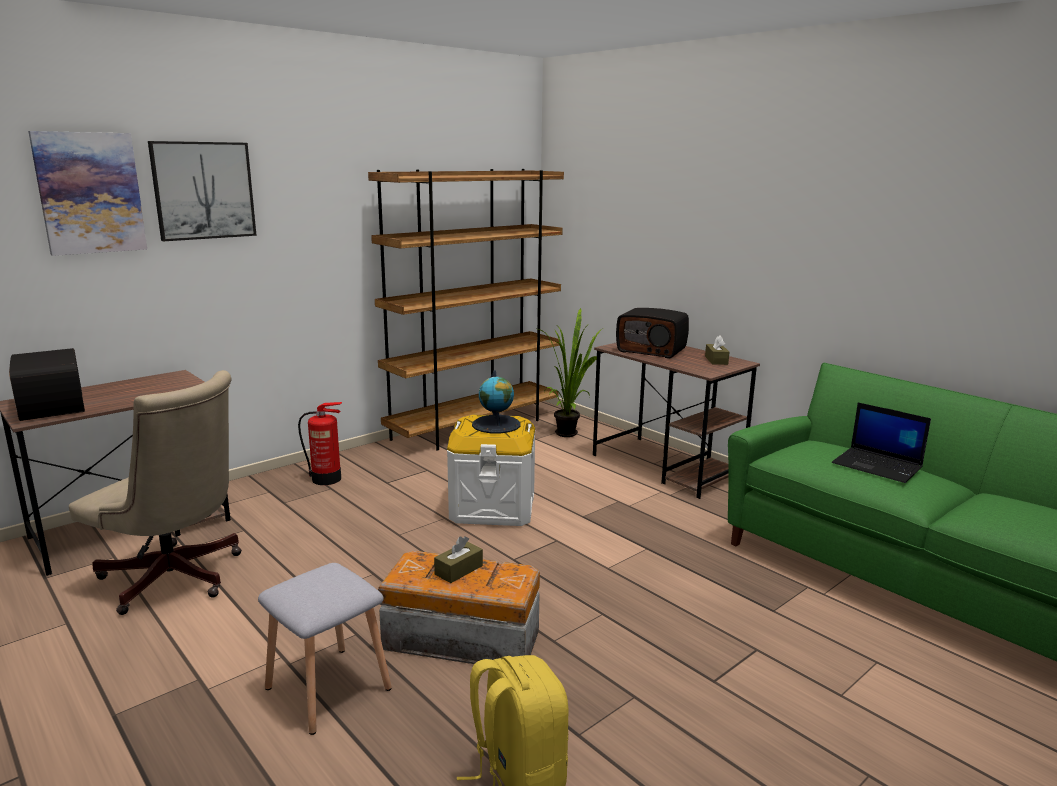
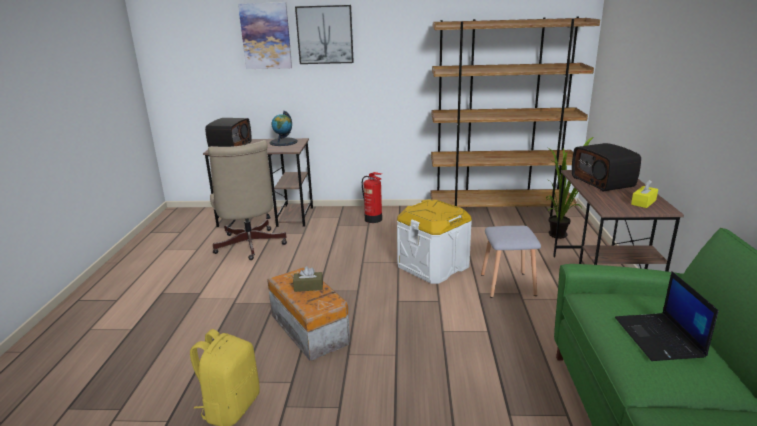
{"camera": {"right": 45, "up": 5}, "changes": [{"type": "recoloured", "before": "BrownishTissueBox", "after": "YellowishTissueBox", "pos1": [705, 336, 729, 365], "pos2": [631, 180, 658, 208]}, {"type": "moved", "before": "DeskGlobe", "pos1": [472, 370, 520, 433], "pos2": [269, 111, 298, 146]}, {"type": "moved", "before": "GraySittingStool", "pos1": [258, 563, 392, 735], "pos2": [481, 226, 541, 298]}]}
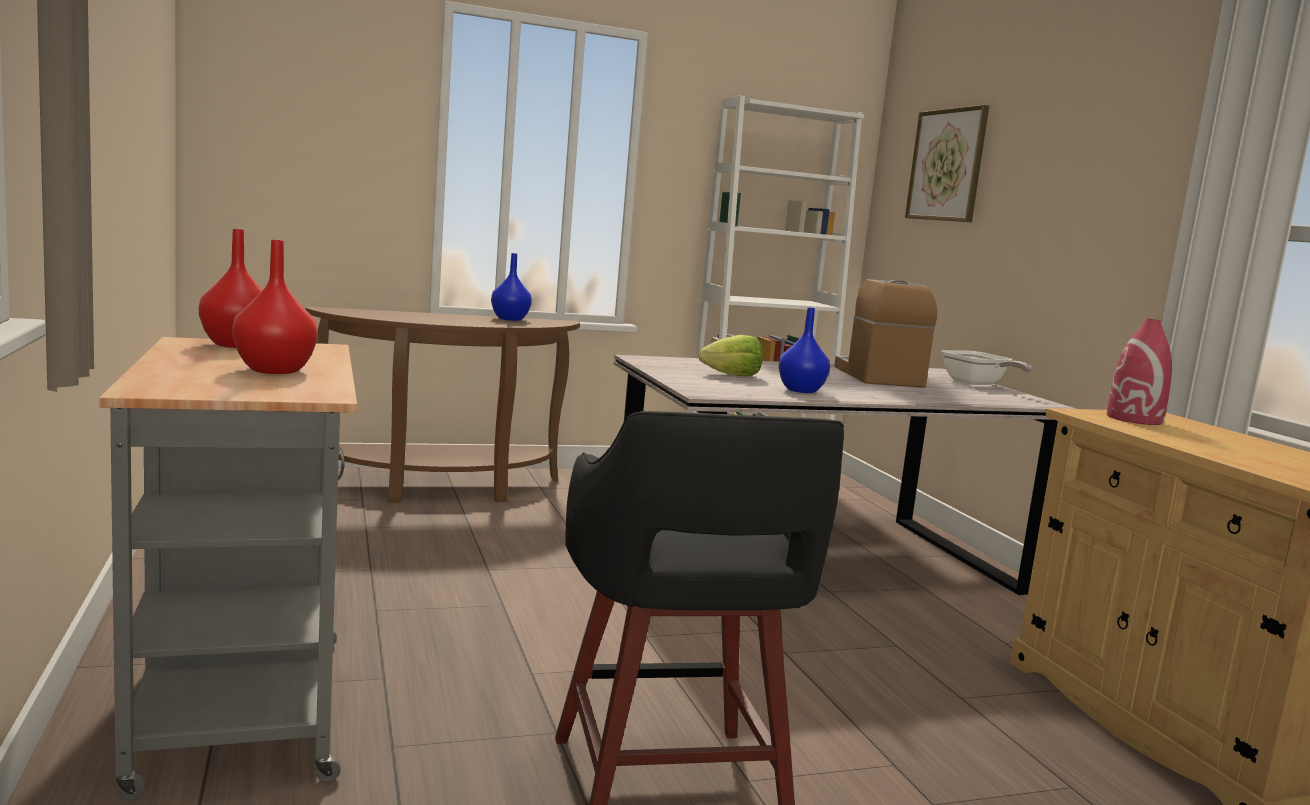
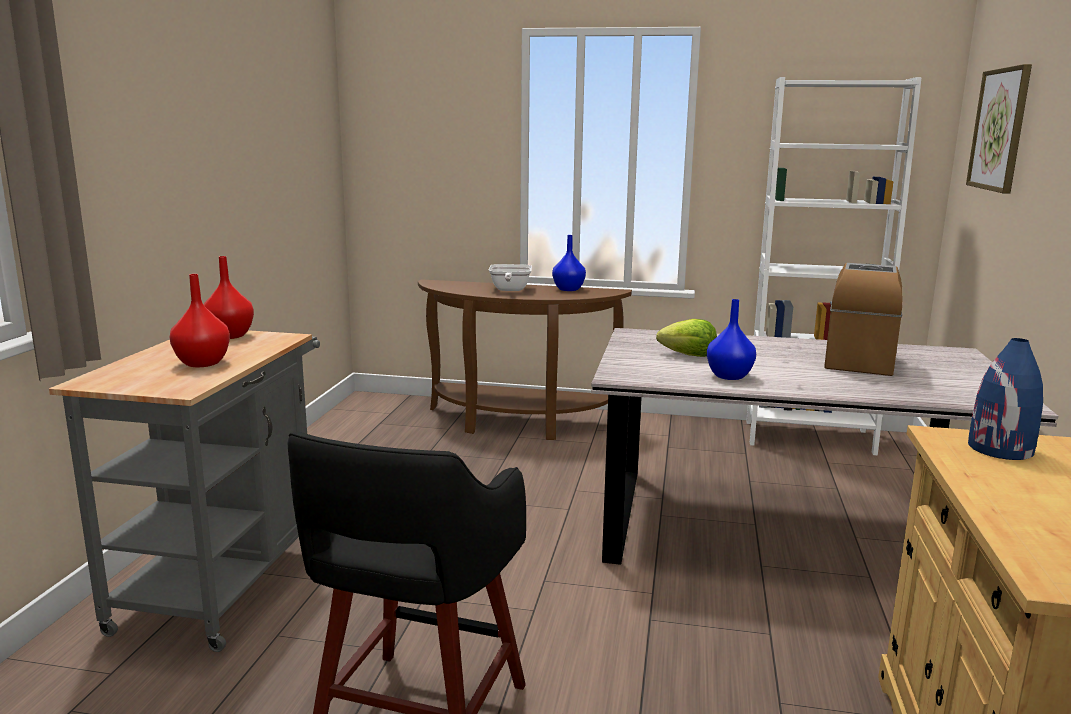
{"camera": {"right": 30, "up": 5}, "changes": [{"type": "recoloured", "before": "RedColouredFlowerVase", "after": "BlueFlowerVase", "pos1": [1107, 319, 1172, 425], "pos2": [968, 338, 1043, 460]}, {"type": "moved", "before": "Skillet", "pos1": [941, 350, 1032, 385], "pos2": [489, 264, 532, 291]}]}
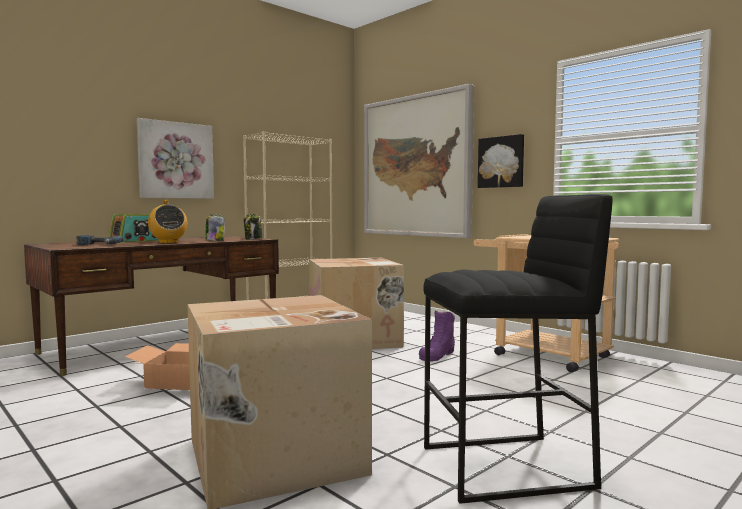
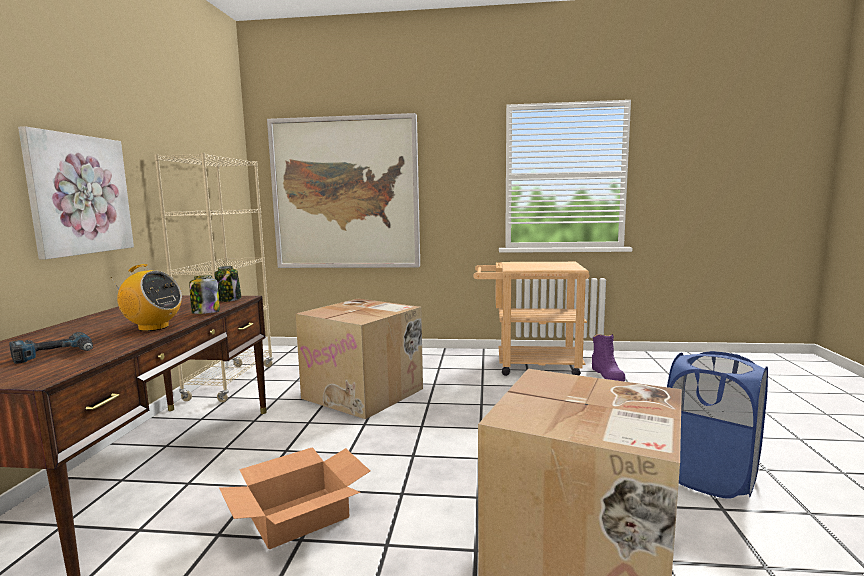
{"camera": {"right": -40, "up": 5}, "changes": [{"type": "removed", "before": "Picture", "pos1": [478, 134, 524, 188]}, {"type": "replaced", "before": "BlackishSittingStool", "after": "BlueLaundryBasket", "pos1": [423, 194, 612, 504], "pos2": [667, 351, 768, 499]}, {"type": "removed", "before": "RadioSet", "pos1": [109, 214, 159, 243]}, {"type": "moved", "before": "PurpleColouredHighTopBoot", "pos1": [419, 311, 455, 361], "pos2": [592, 334, 625, 381]}]}
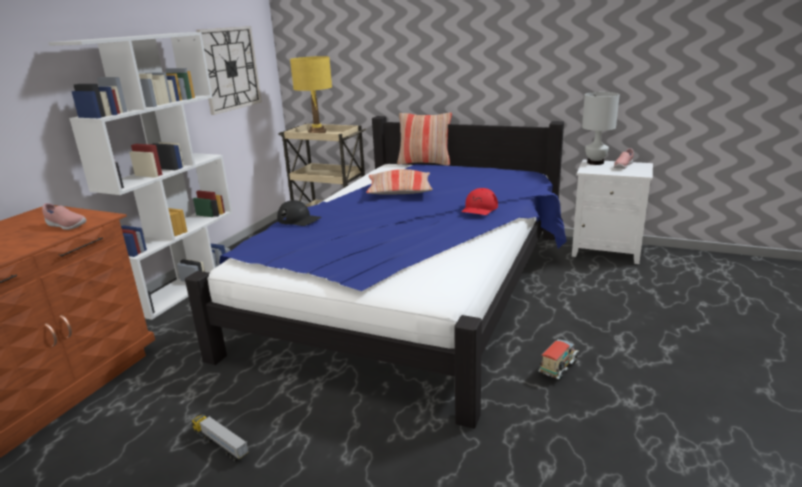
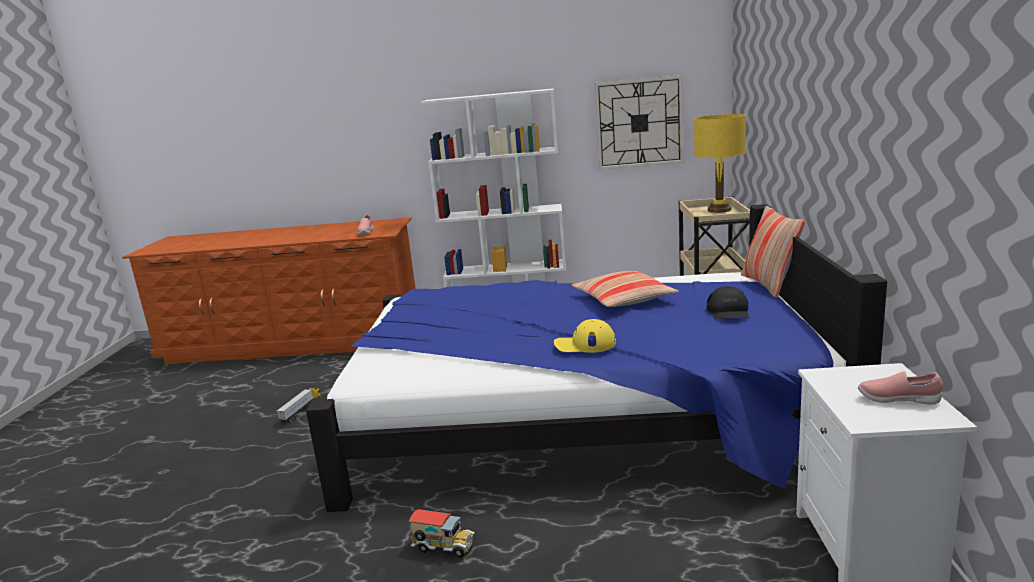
{"camera": {"right": 70, "up": -5}, "changes": [{"type": "removed", "before": "WhiteLampForATable", "pos1": [582, 92, 620, 165]}, {"type": "recoloured", "before": "RedColouredBaseballCap", "after": "YellowishBaseballCap", "pos1": [461, 188, 498, 215], "pos2": [554, 319, 616, 353]}, {"type": "moved", "before": "BlackishBaseballCap", "pos1": [277, 200, 321, 226], "pos2": [707, 286, 749, 319]}]}
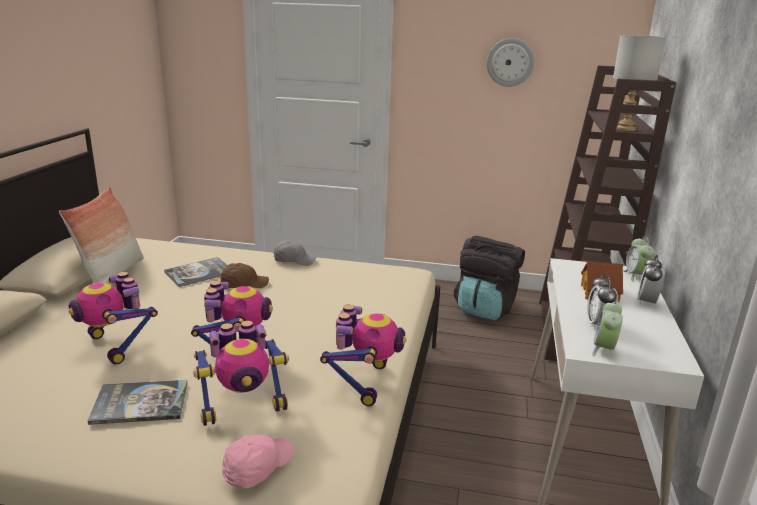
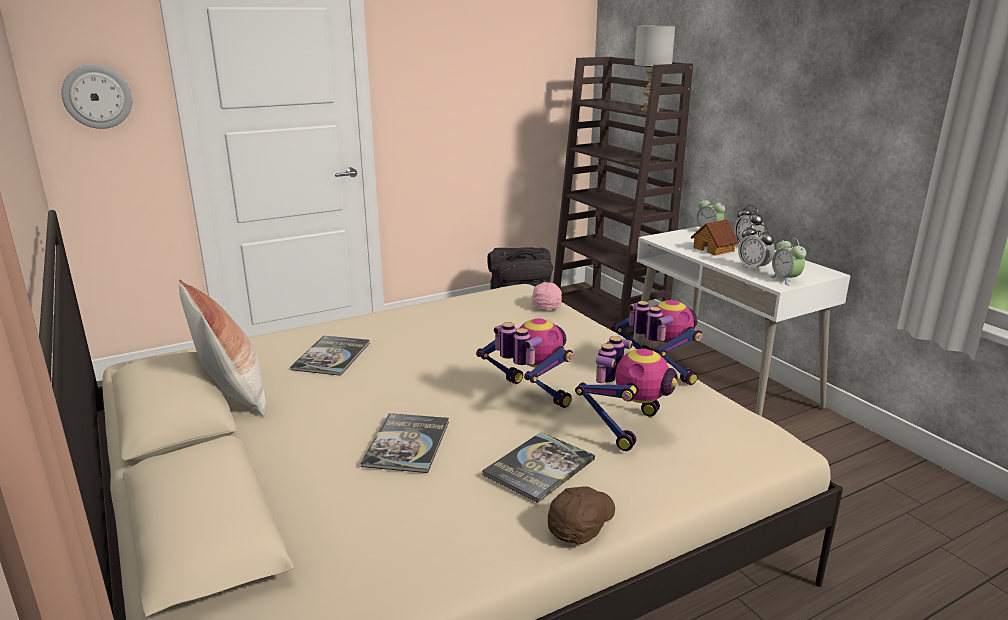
{"camera": {"right": -40, "up": 0}, "changes": [{"type": "moved", "before": "ClockOnTheWall", "pos1": [487, 38, 535, 87], "pos2": [61, 65, 132, 129]}, {"type": "removed", "before": "GrayBaseballCap", "pos1": [273, 240, 316, 266]}, {"type": "moved", "before": "BrownishBaseballCap", "pos1": [220, 263, 269, 288], "pos2": [548, 486, 615, 544]}, {"type": "replaced", "before": "RobotFigure", "after": "Volume", "pos1": [69, 272, 158, 365], "pos2": [361, 413, 449, 473]}, {"type": "moved", "before": "PinkBaseballCap", "pos1": [222, 435, 294, 489], "pos2": [532, 282, 562, 309]}]}
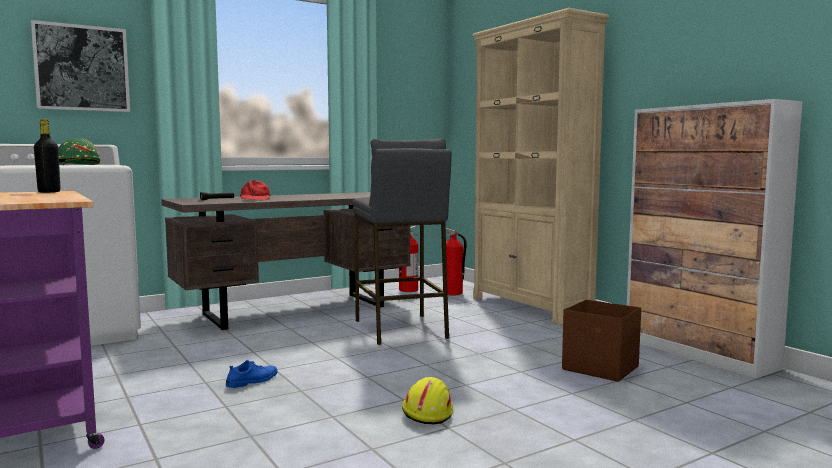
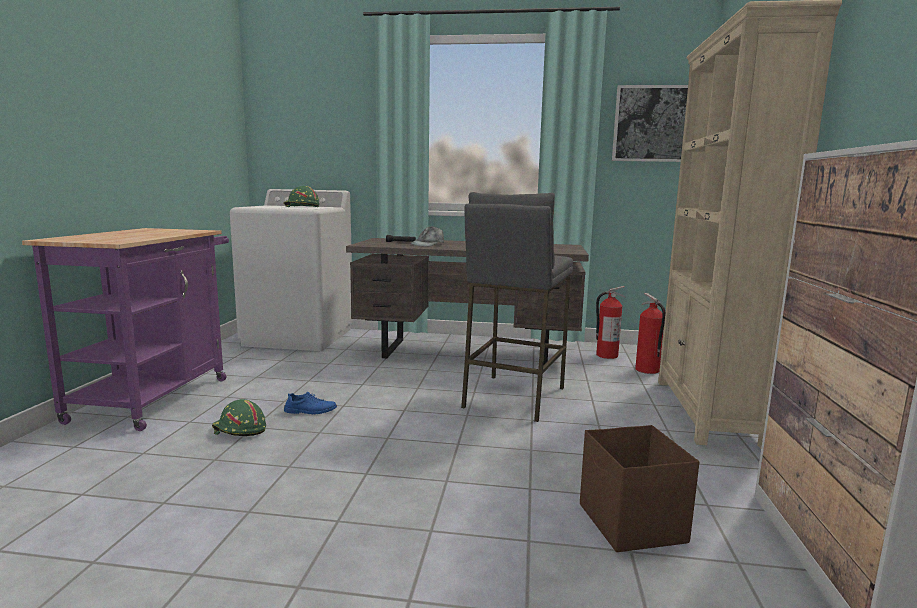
{"camera": {"right": 40, "up": 5}, "changes": [{"type": "moved", "before": "Picture", "pos1": [31, 20, 130, 112], "pos2": [612, 85, 688, 162]}, {"type": "removed", "before": "BlackishDrinkBottle", "pos1": [34, 119, 60, 193]}, {"type": "recoloured", "before": "RedColouredBaseballCap", "after": "GrayBaseballCap", "pos1": [240, 180, 271, 200], "pos2": [410, 226, 444, 247]}, {"type": "removed", "before": "YellowishHardHat", "pos1": [402, 377, 453, 424]}, {"type": "added", "after": "GreenColouredHardHat", "pos2": [212, 399, 266, 436]}]}
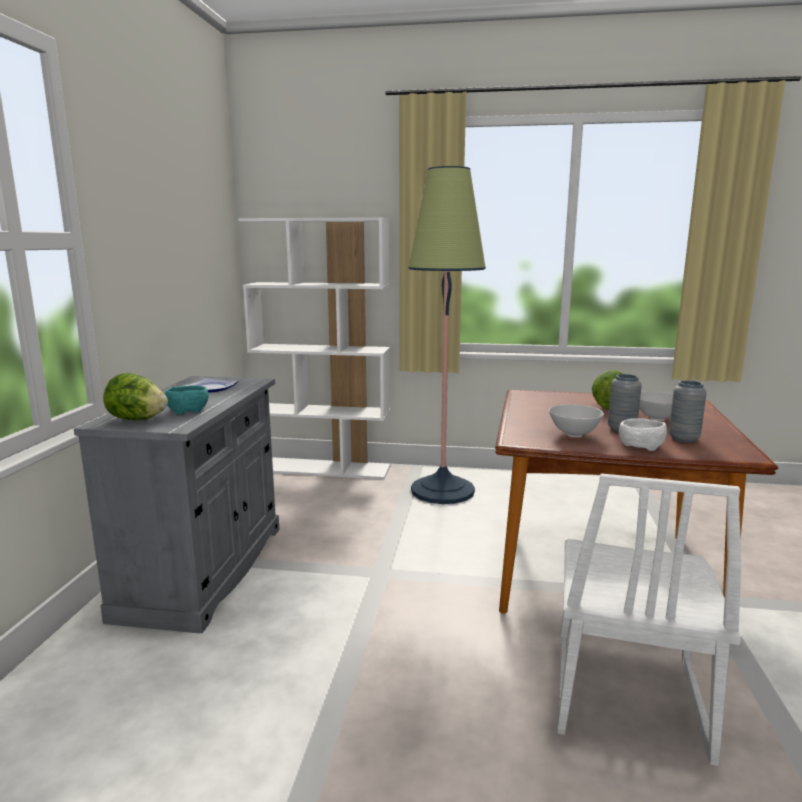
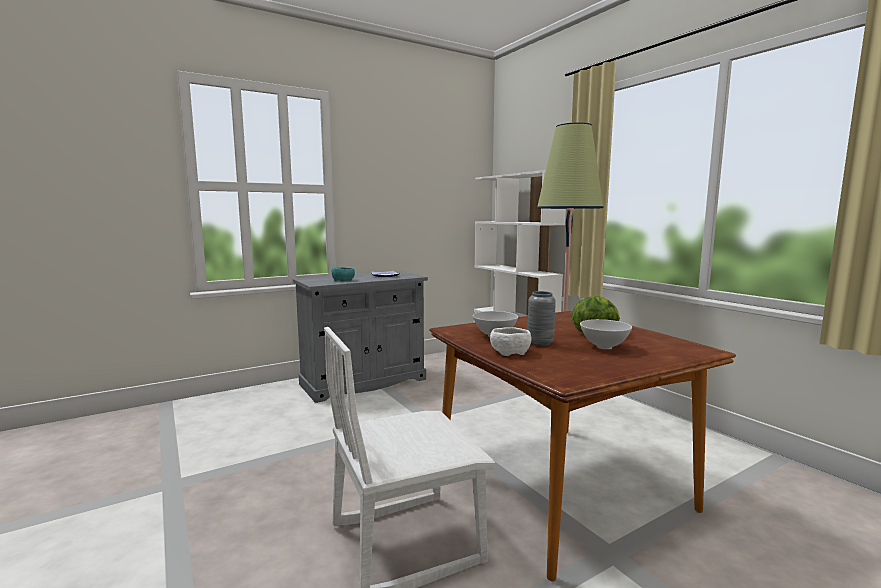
{"camera": {"right": 50, "up": -5}, "changes": [{"type": "removed", "before": "LettuceHead", "pos1": [103, 373, 168, 420]}, {"type": "removed", "before": "GrayFlowerVase", "pos1": [669, 380, 707, 443]}]}
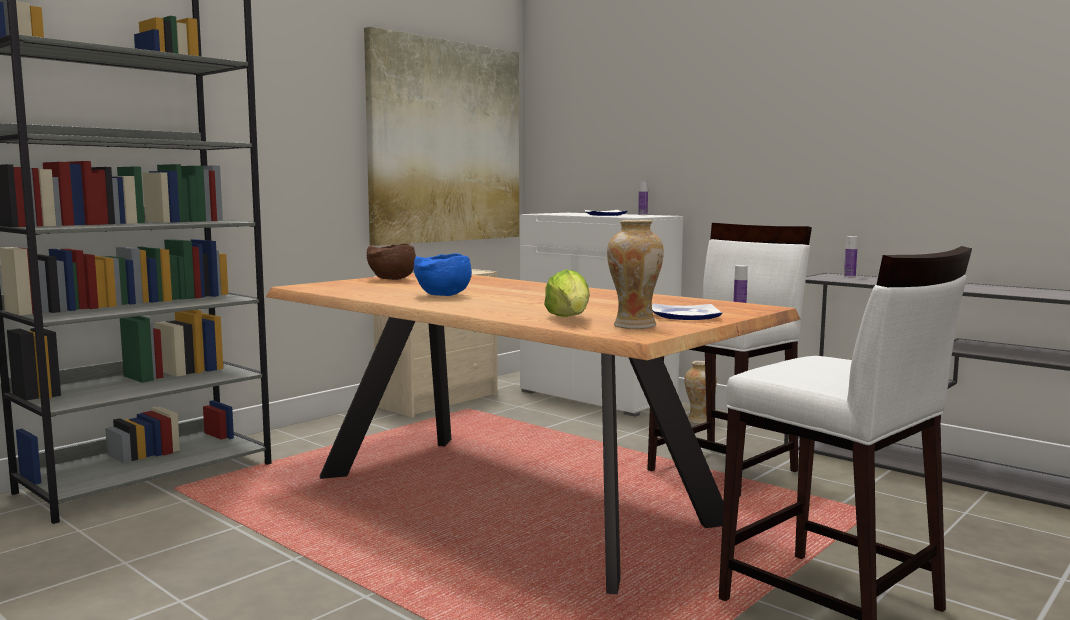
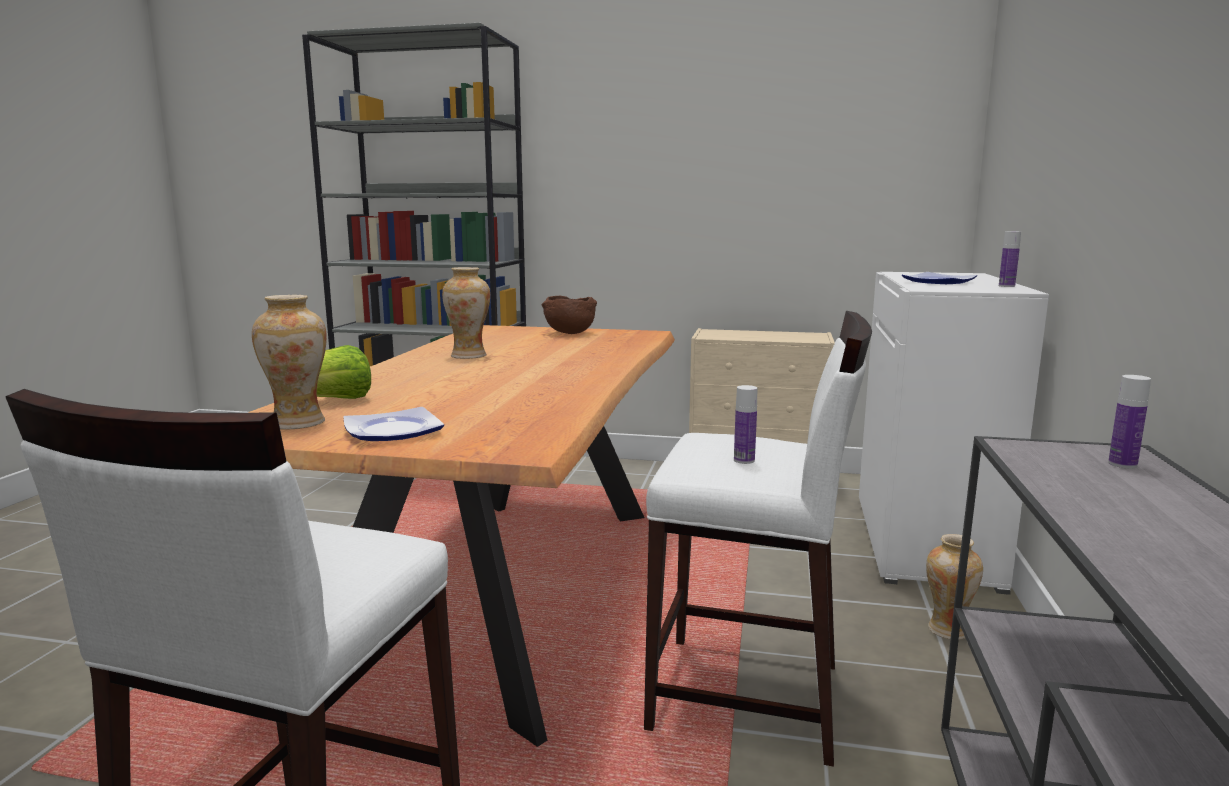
{"camera": {"right": 60, "up": 5}, "changes": [{"type": "removed", "before": "Picture", "pos1": [364, 27, 519, 246]}, {"type": "replaced", "before": "BlueBowl", "after": "FlowerVase", "pos1": [414, 253, 472, 296], "pos2": [442, 267, 490, 359]}]}
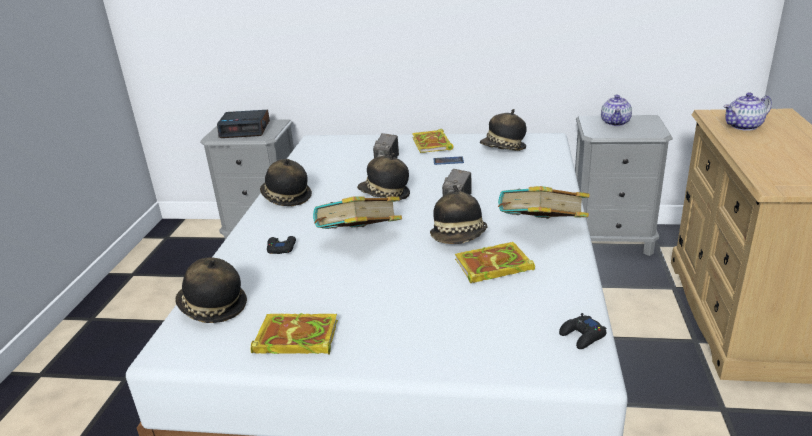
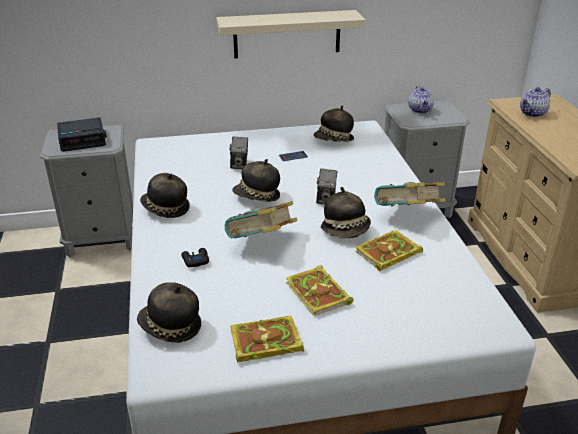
{"camera": {"right": -20, "up": 5}, "changes": [{"type": "moved", "before": "Volume", "pos1": [412, 129, 453, 153], "pos2": [286, 265, 353, 316]}, {"type": "removed", "before": "BlackishJoypad", "pos1": [559, 313, 607, 349]}, {"type": "added", "after": "BeigeShelf", "pos2": [216, 10, 365, 58]}]}
